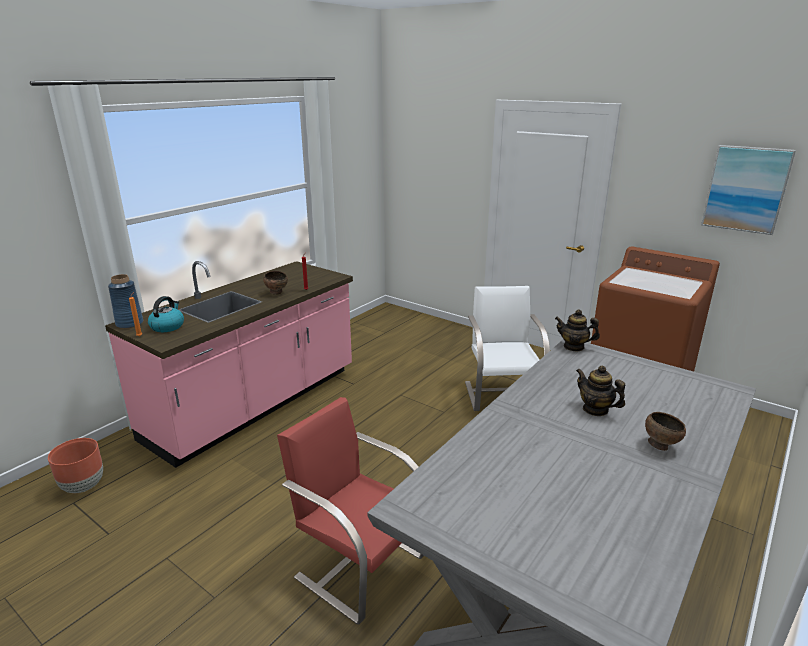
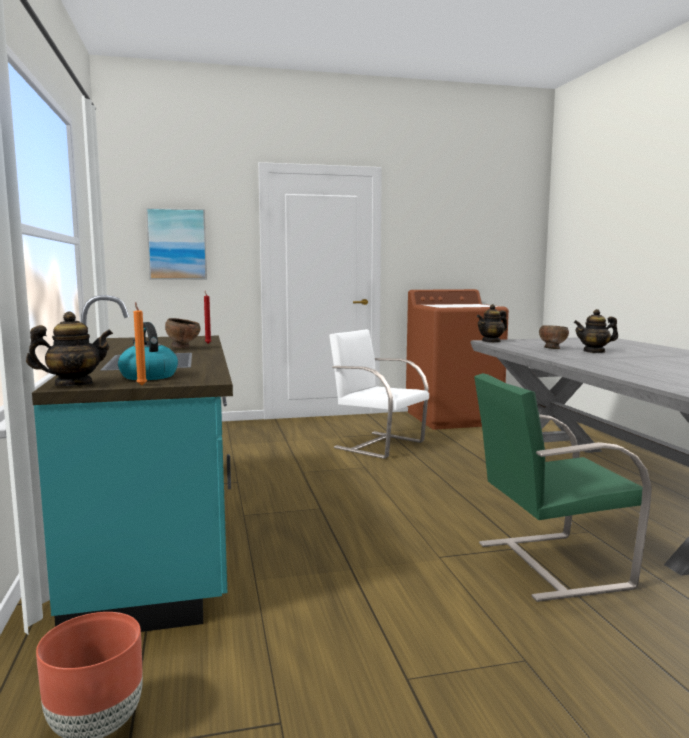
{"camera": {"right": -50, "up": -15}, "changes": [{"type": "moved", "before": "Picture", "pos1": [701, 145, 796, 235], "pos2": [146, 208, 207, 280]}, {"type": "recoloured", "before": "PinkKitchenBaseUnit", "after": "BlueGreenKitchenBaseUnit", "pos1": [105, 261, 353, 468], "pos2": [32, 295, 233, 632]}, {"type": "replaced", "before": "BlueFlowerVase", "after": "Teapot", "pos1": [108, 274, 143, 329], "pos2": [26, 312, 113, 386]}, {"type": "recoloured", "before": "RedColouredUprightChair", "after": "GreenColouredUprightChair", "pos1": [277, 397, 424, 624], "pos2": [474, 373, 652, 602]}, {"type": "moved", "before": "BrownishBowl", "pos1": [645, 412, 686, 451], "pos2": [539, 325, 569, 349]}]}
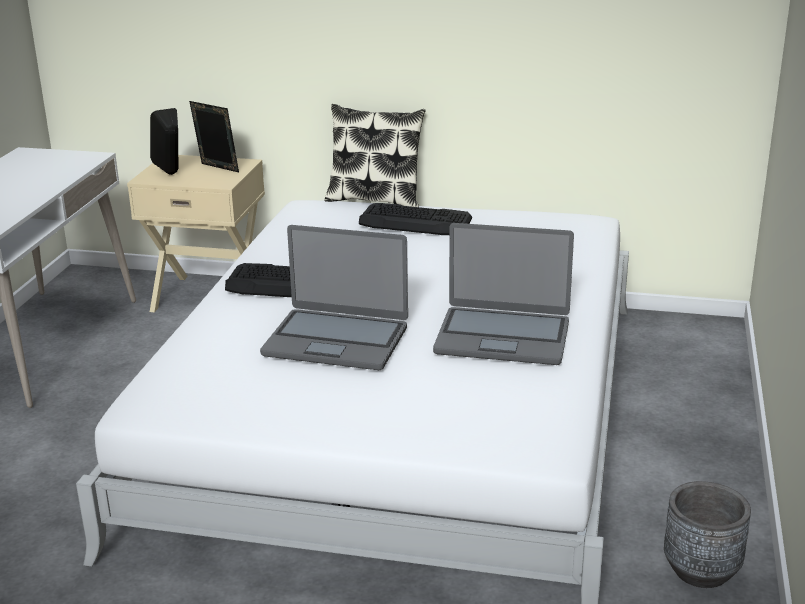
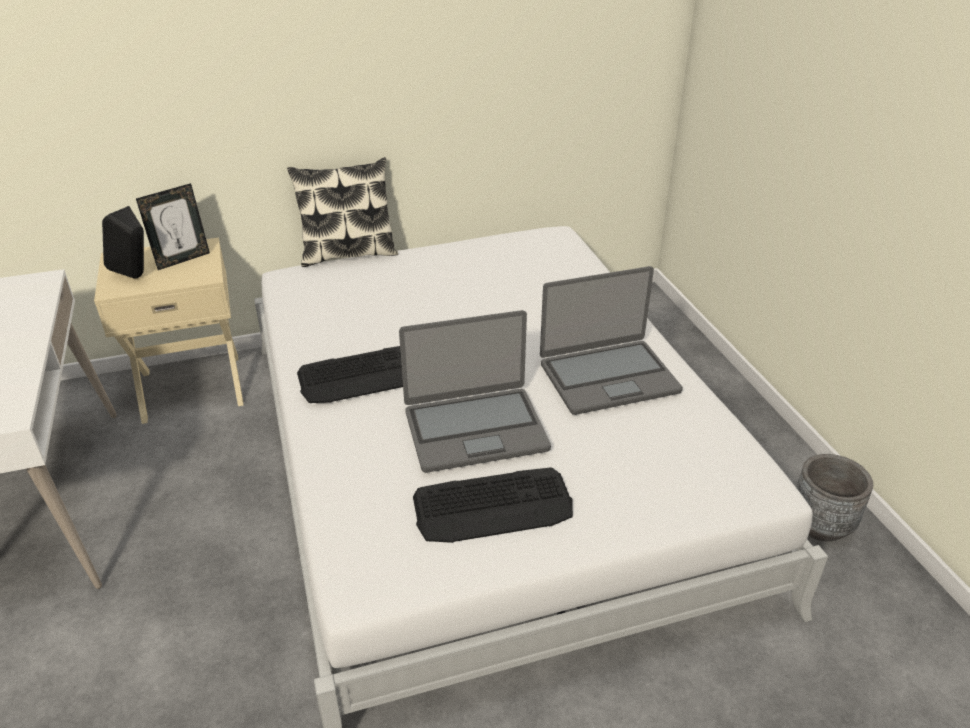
{"camera": {"right": -30, "up": 10}, "changes": [{"type": "turned", "before": "PhotoFrame", "pos1": [189, 101, 239, 172], "pos2": [136, 183, 210, 270], "turn": 135}, {"type": "moved", "before": "Keyboard", "pos1": [359, 203, 472, 235], "pos2": [413, 467, 573, 543]}]}
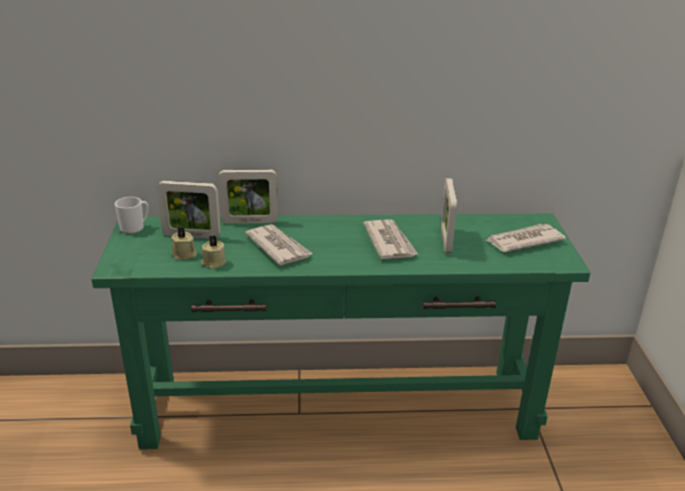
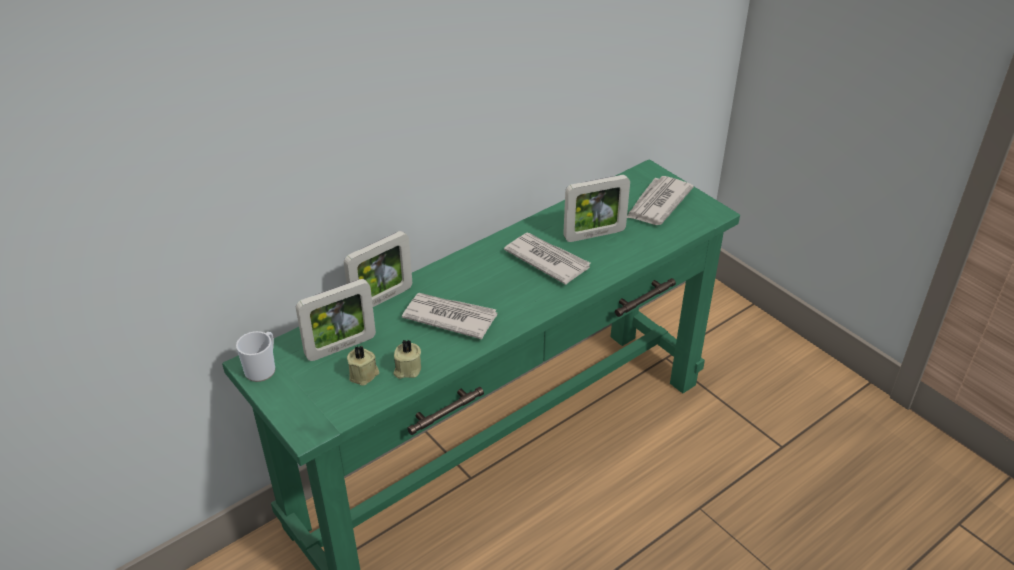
{"camera": {"right": -35, "up": 10}, "changes": [{"type": "turned", "before": "PhotoFrame", "pos1": [441, 178, 457, 254], "pos2": [563, 175, 630, 242], "turn": -75}]}
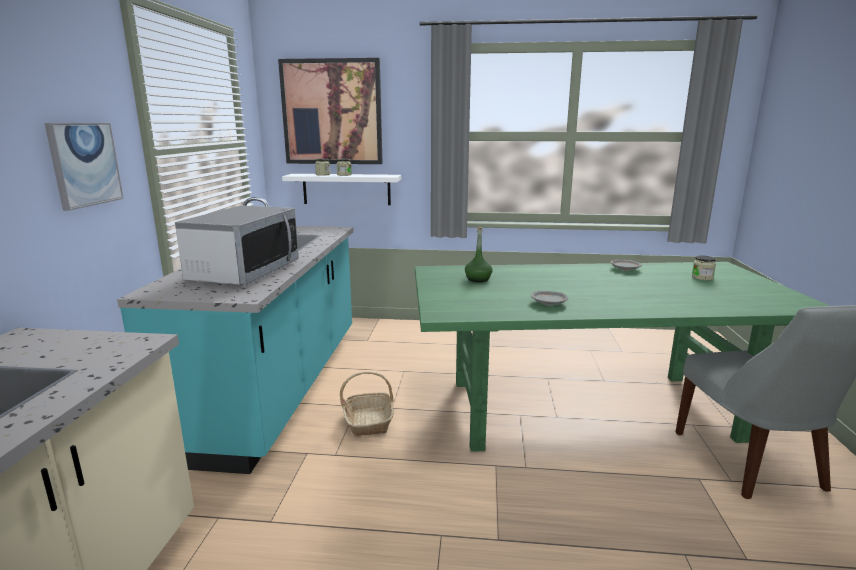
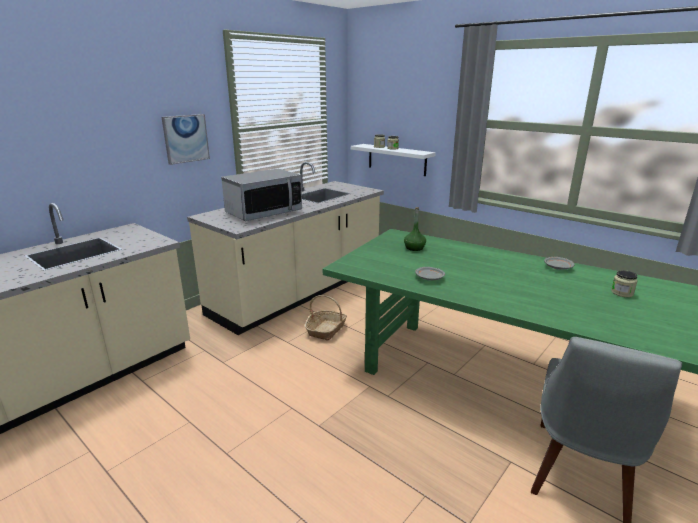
{"camera": {"right": 35, "up": 5}, "changes": [{"type": "removed", "before": "Picture", "pos1": [278, 58, 383, 164]}, {"type": "recoloured", "before": "BlueGreenKitchenBaseUnit", "after": "BeigeKitchenBaseUnit", "pos1": [117, 197, 354, 474], "pos2": [187, 162, 384, 335]}]}
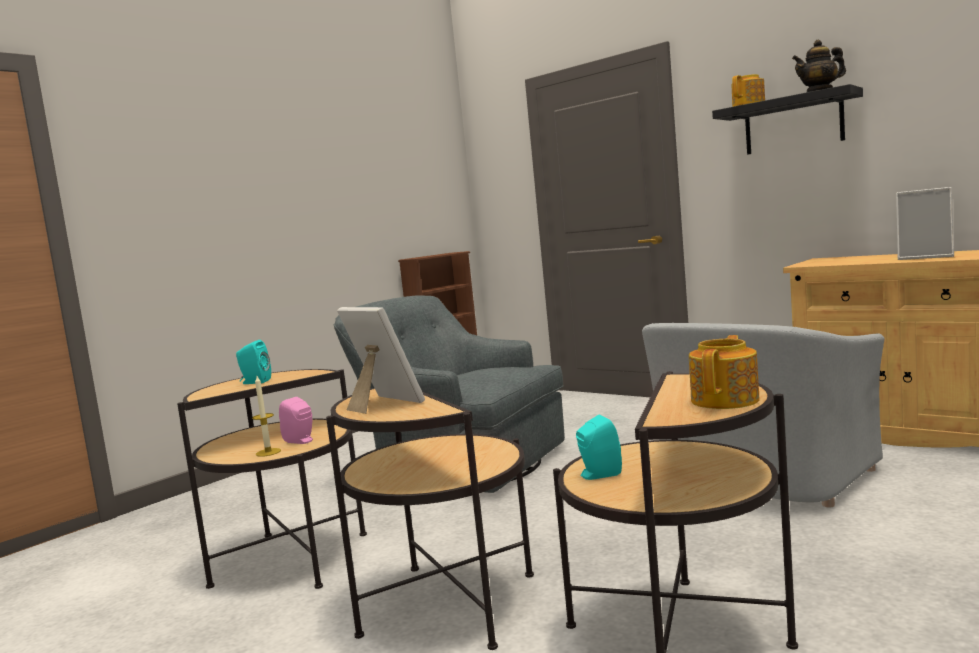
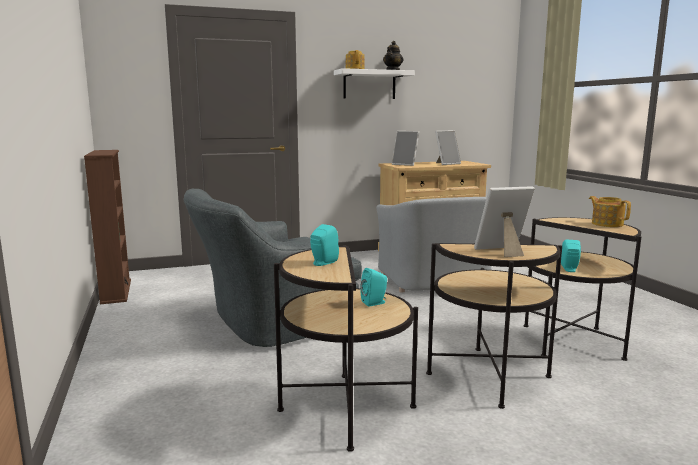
{"camera": {"right": -60, "up": 5}, "changes": [{"type": "recoloured", "before": "BlackishShelf", "after": "WhiteShelf", "pos1": [712, 84, 863, 155], "pos2": [334, 68, 415, 99]}, {"type": "removed", "before": "WaxLight", "pos1": [252, 376, 281, 457]}, {"type": "recoloured", "before": "PinkAudioSpeaker", "after": "BlueGreenAudioSpeaker", "pos1": [279, 397, 313, 444], "pos2": [361, 268, 387, 307]}, {"type": "added", "after": "PhotoFrame", "pos2": [391, 131, 419, 166]}]}
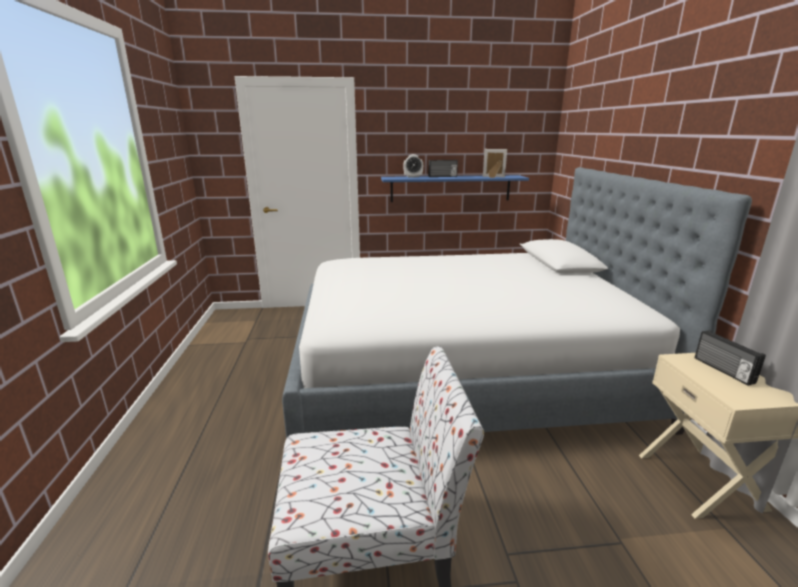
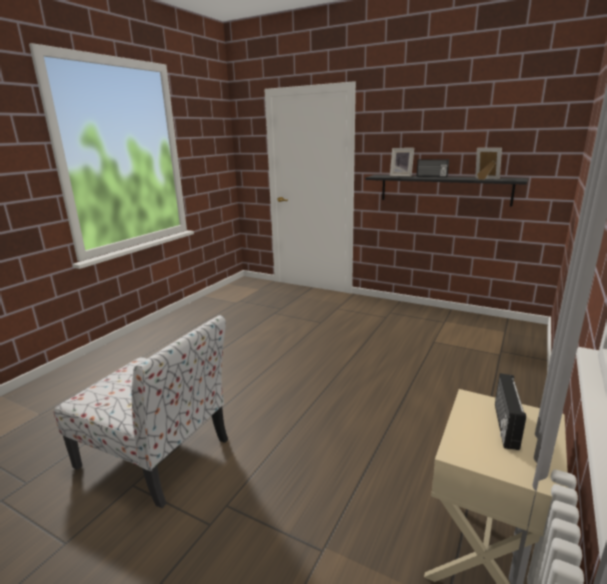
{"camera": {"right": 35, "up": 0}, "changes": [{"type": "replaced", "before": "AlarmClock", "after": "PhotoFrame", "pos1": [403, 154, 423, 177], "pos2": [390, 148, 414, 177]}, {"type": "removed", "before": "SleepingBed", "pos1": [282, 167, 752, 438]}, {"type": "recoloured", "before": "BlueShelf", "after": "BlackishShelf", "pos1": [381, 175, 529, 202], "pos2": [366, 175, 528, 207]}]}
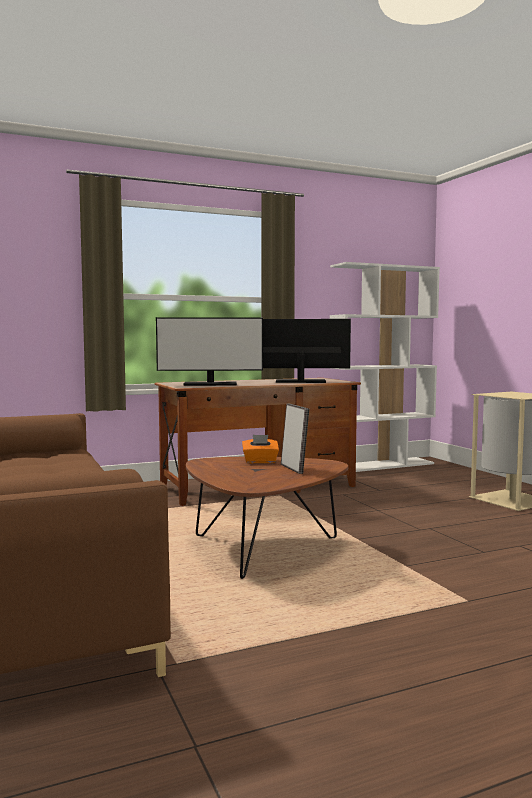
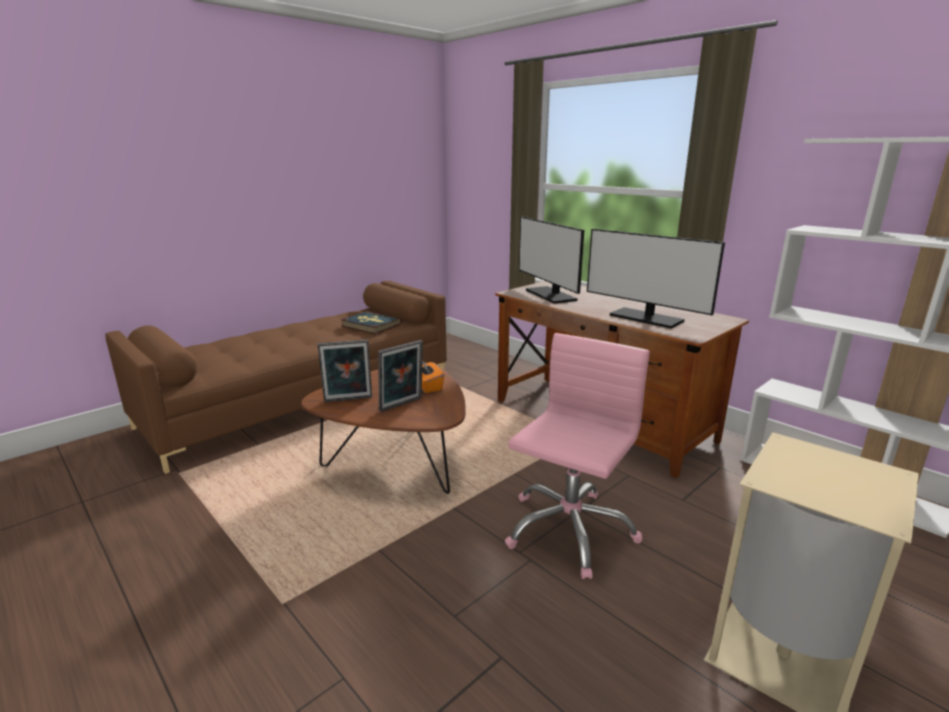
{"camera": {"right": 70, "up": 15}, "changes": [{"type": "turned", "before": "ComputerDisplay", "pos1": [263, 319, 351, 383], "pos2": [587, 229, 725, 329], "turn": 150}, {"type": "added", "after": "Volume", "pos2": [341, 311, 402, 334]}, {"type": "added", "after": "PinkComputerChair", "pos2": [505, 333, 650, 579]}, {"type": "added", "after": "PhotoFrame", "pos2": [318, 339, 372, 402]}]}
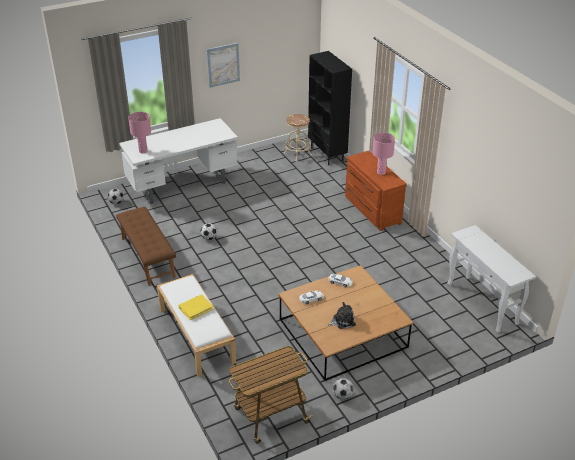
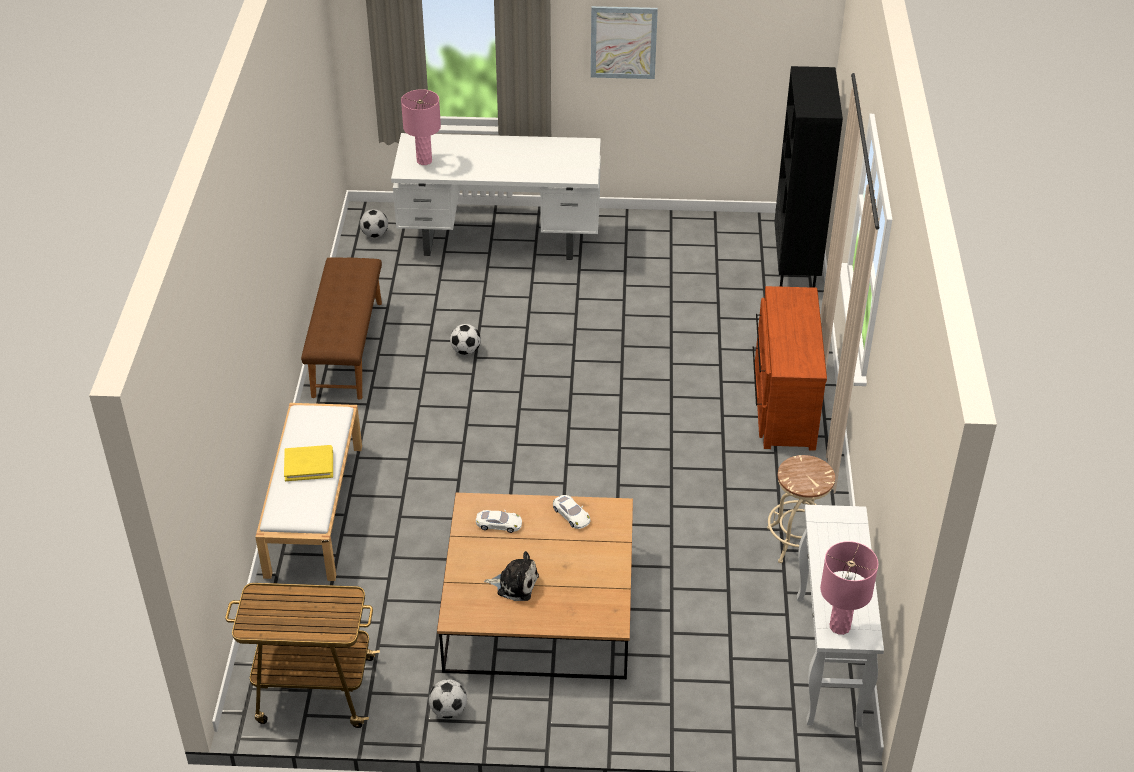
{"camera": {"right": 30, "up": 5}, "changes": [{"type": "moved", "before": "BeigeSittingStool", "pos1": [284, 114, 312, 162], "pos2": [767, 455, 835, 563]}, {"type": "moved", "before": "PinkLampForATable", "pos1": [372, 133, 395, 175], "pos2": [820, 541, 878, 635]}]}
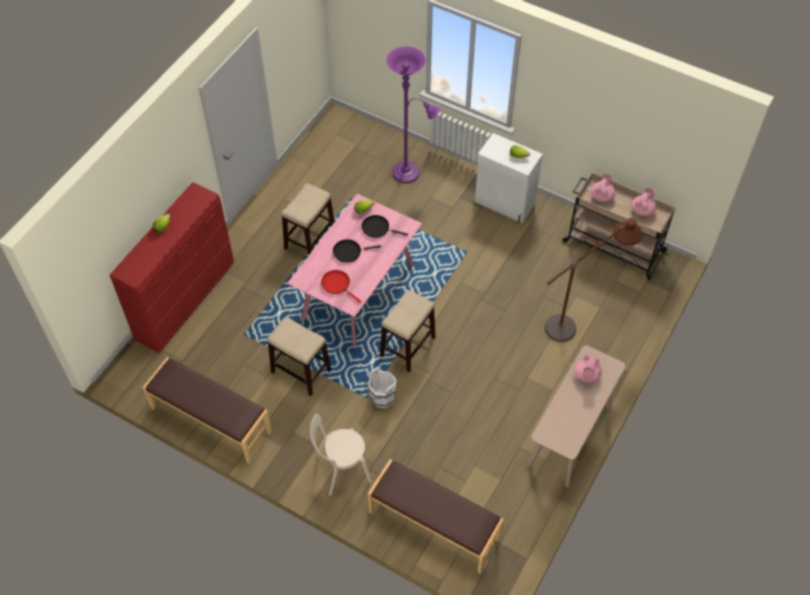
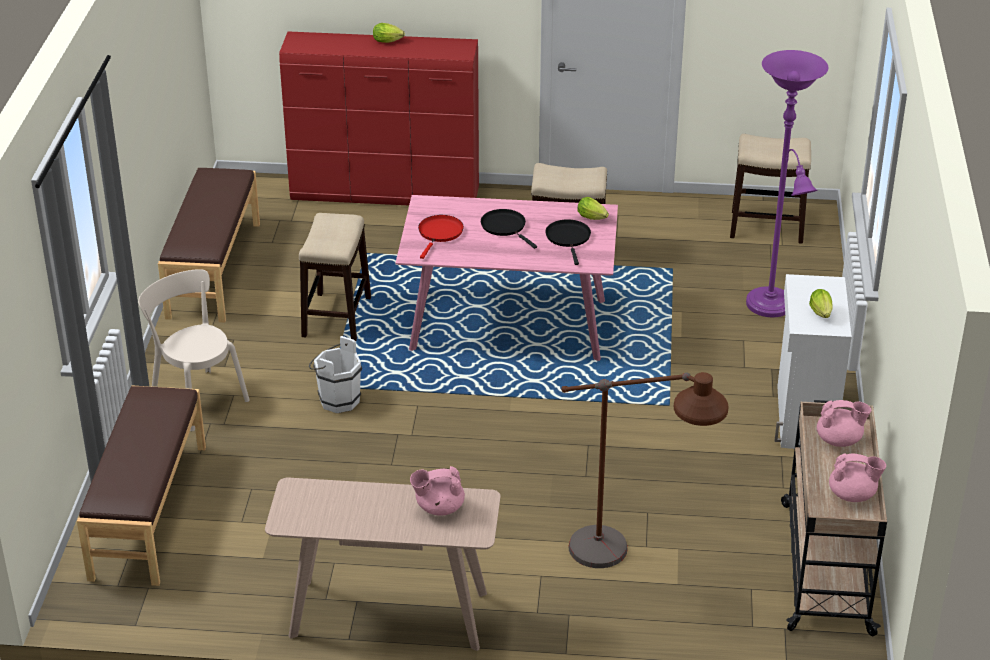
{"camera": {"right": 65, "up": -20}, "changes": [{"type": "moved", "before": "SittingStool", "pos1": [380, 290, 435, 372], "pos2": [730, 134, 811, 244]}]}
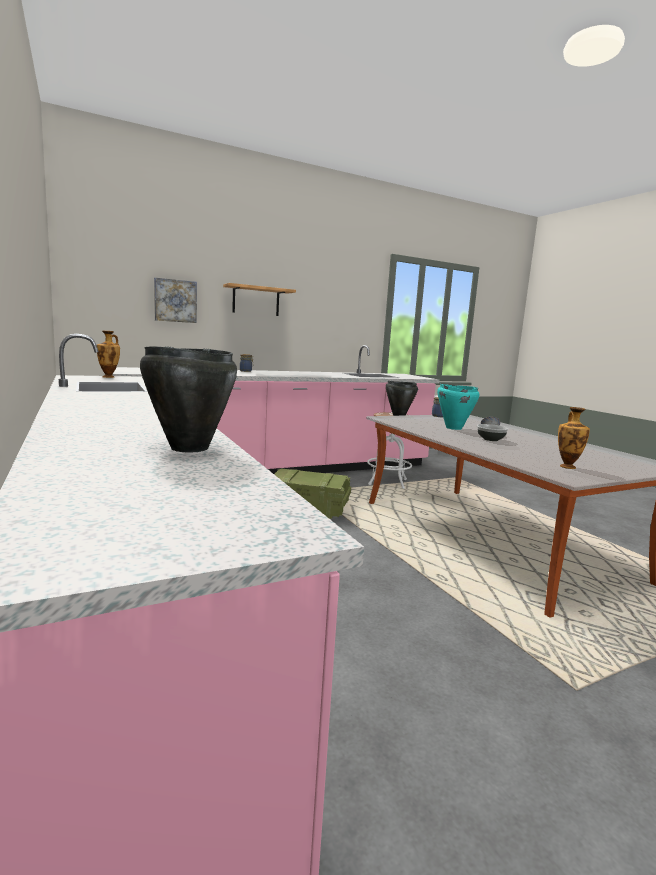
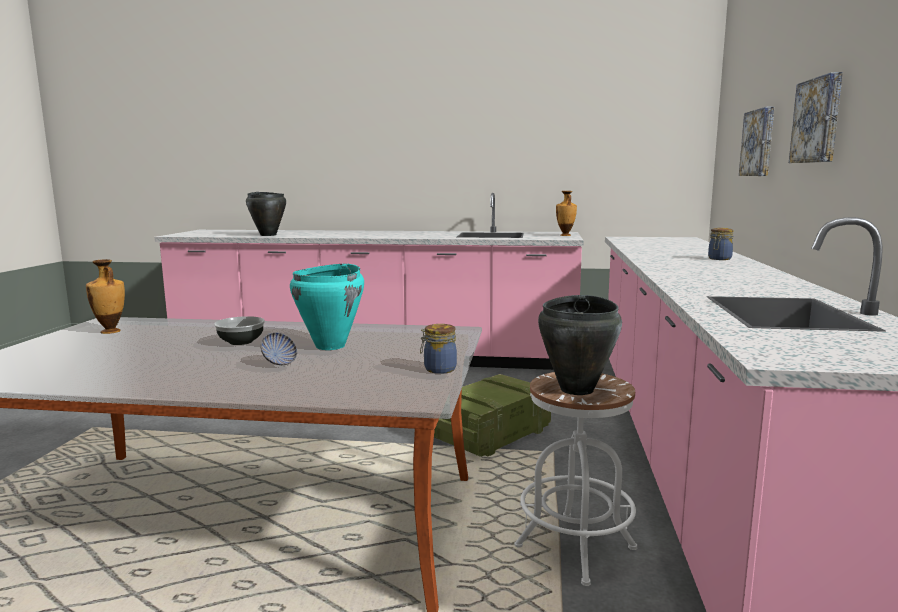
{"camera": {"right": 125, "up": 0}, "changes": [{"type": "replaced", "before": "Shelf", "after": "Picture", "pos1": [223, 283, 296, 316], "pos2": [789, 72, 843, 163]}]}
